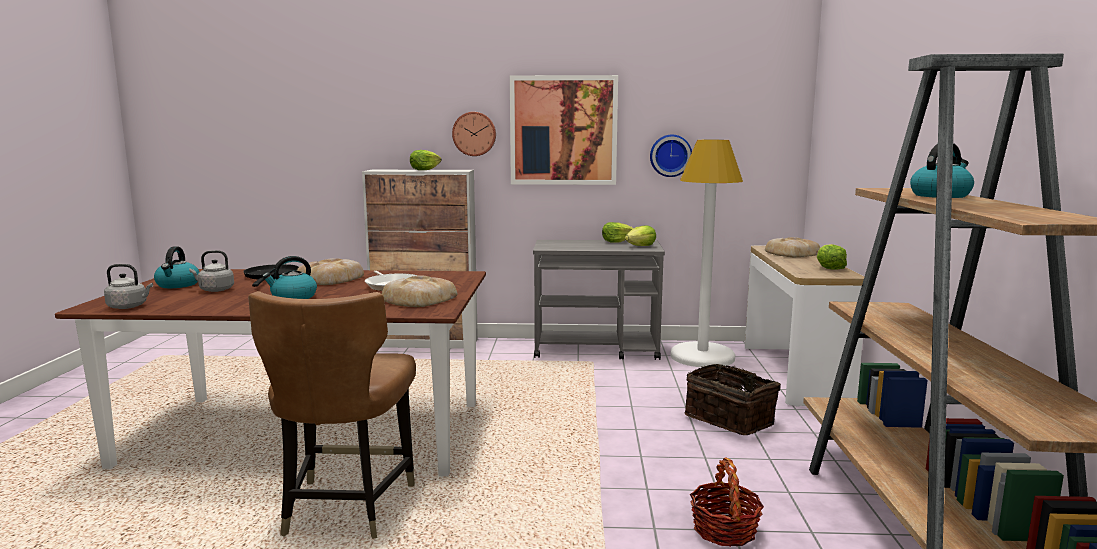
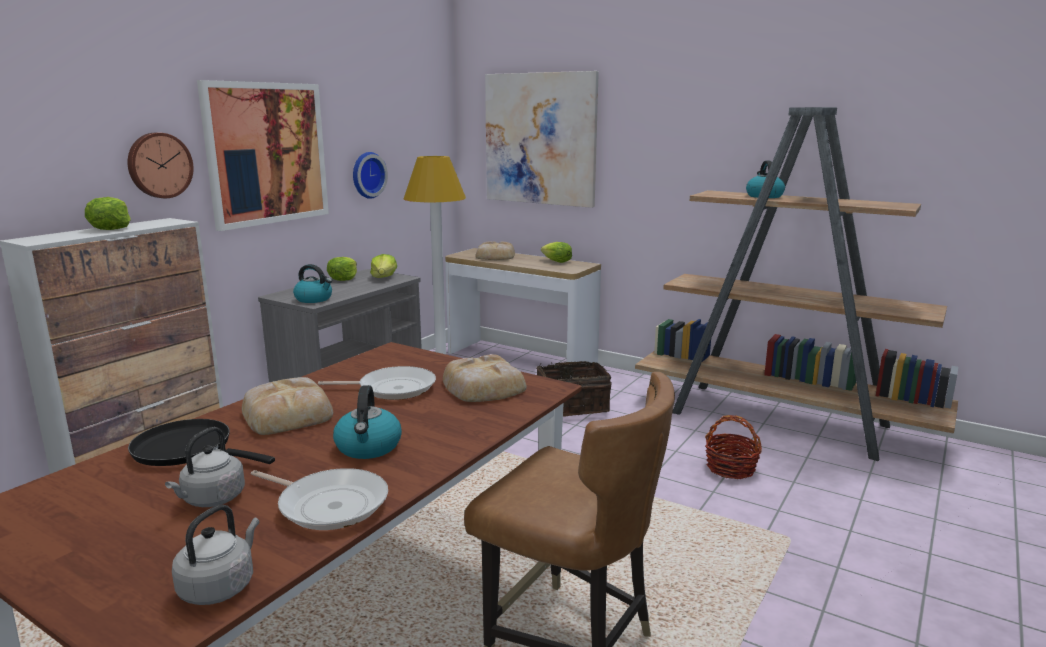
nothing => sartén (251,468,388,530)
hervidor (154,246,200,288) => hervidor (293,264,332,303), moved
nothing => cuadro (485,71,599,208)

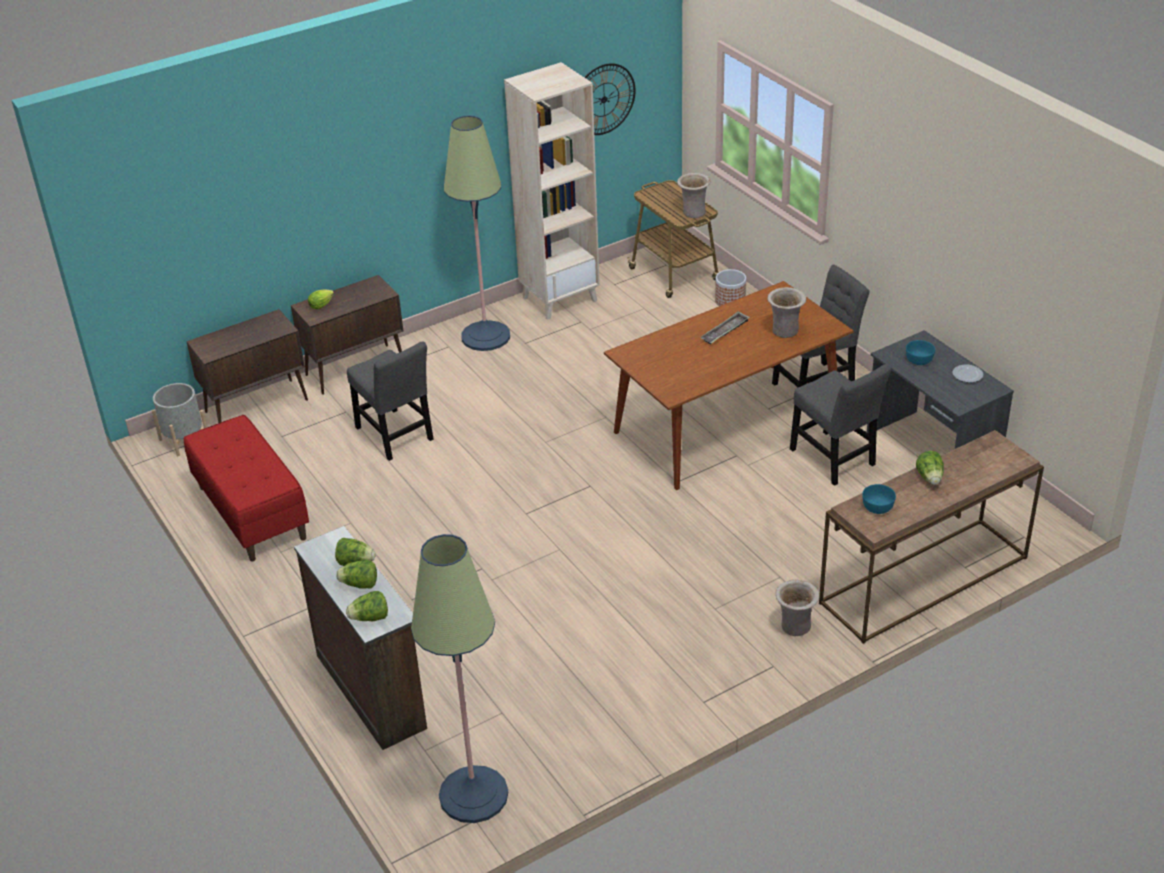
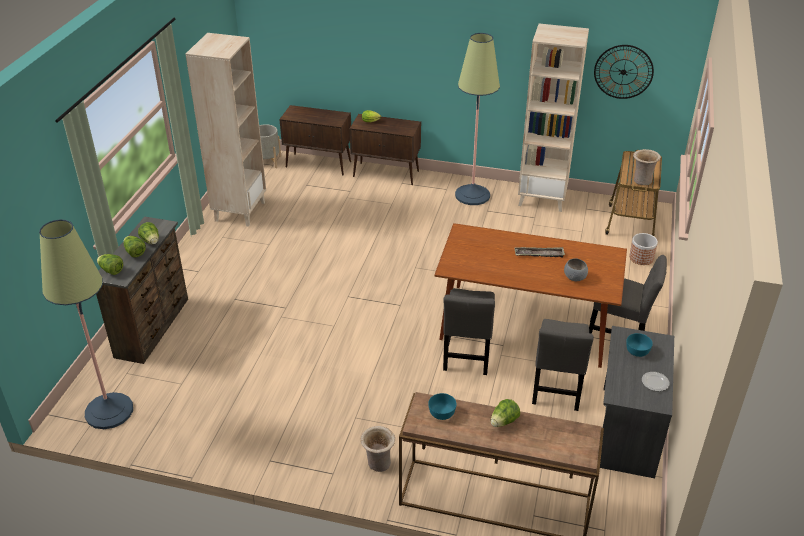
banco [rojo] (184,415,309,561) => estantería [beis] (186,33,266,227)
silla [gris] (347,342,434,461) => silla [gris] (443,288,495,375), moved
florero [beis] (767,287,806,338) => cuenco [gris] (564,258,588,281)

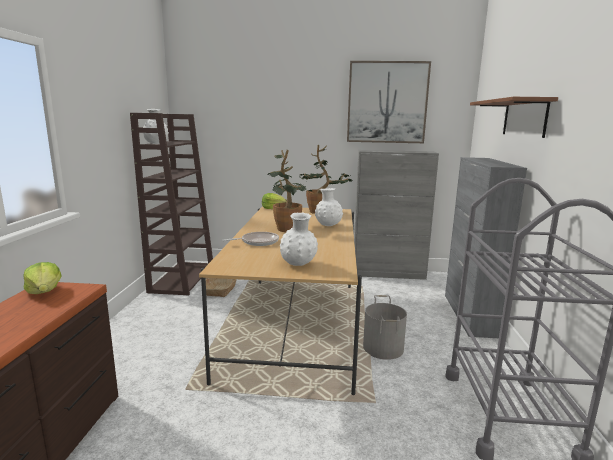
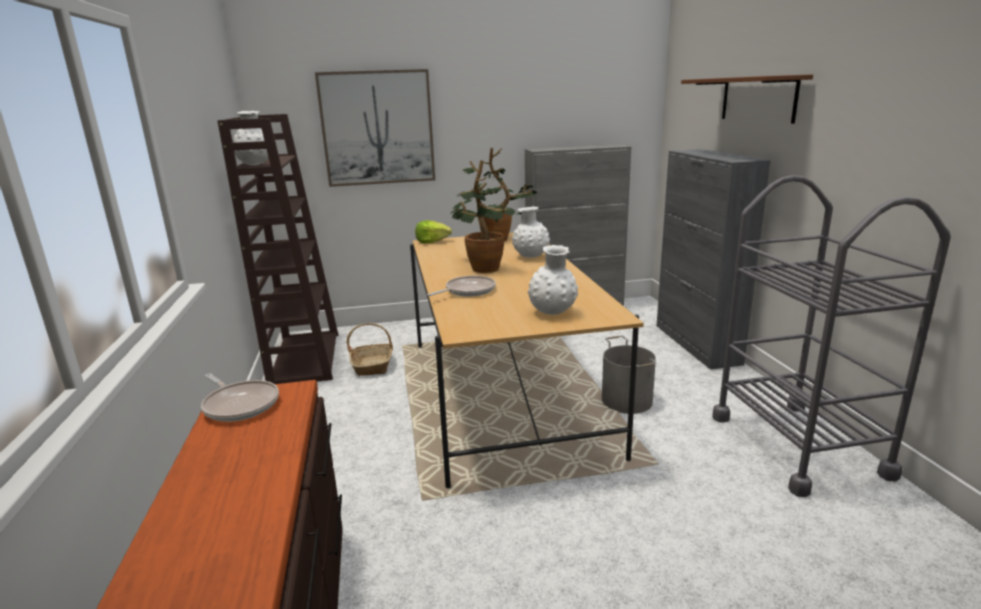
lechuga (23,262,62,294) => sartén (201,374,279,422)
cuadro (347,61,431,143) => cuadro (315,69,435,187), moved

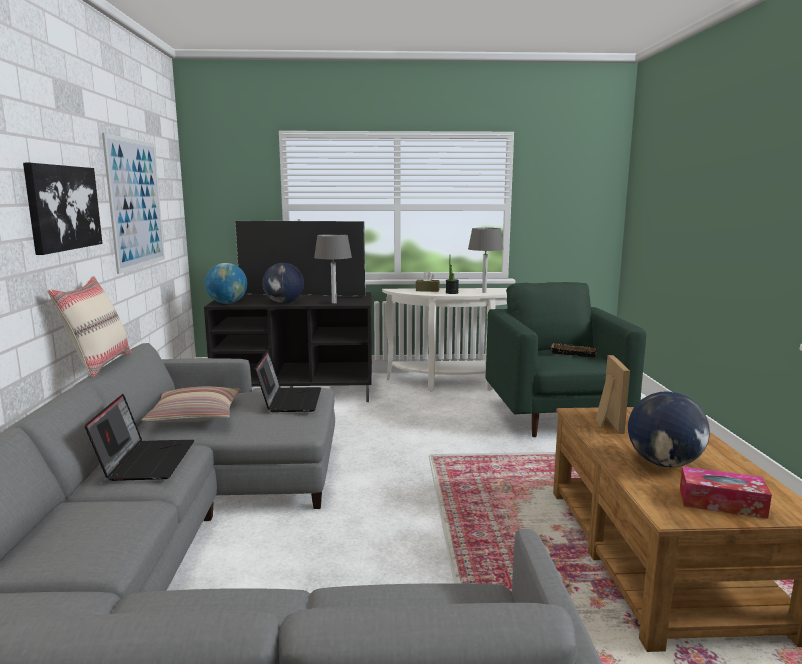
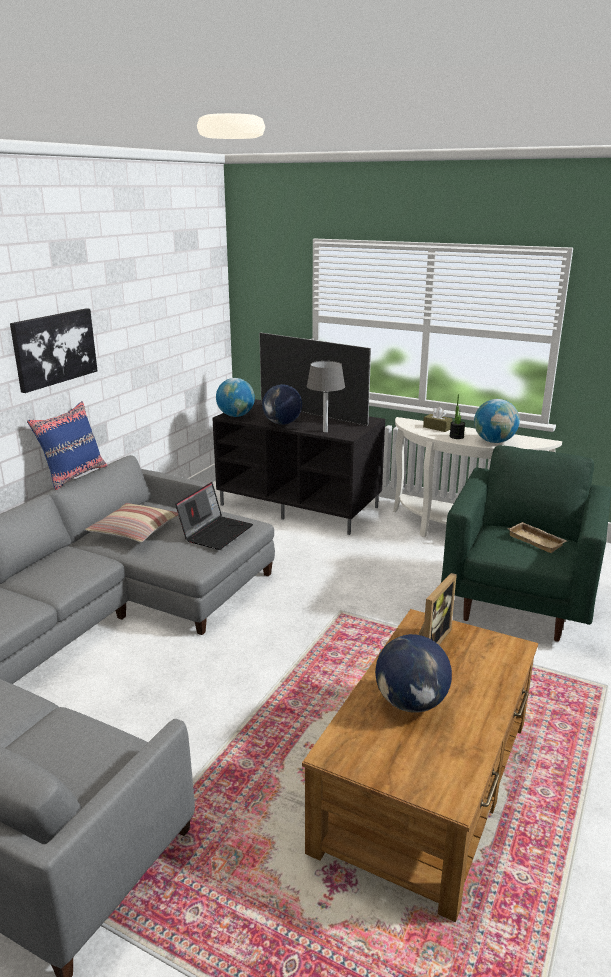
cojín [beis] (47,276,131,378) => cojín [azul] (27,401,108,490)
lámpara de mesa [gris] (468,228,504,293) => globo terráqueo (474,399,520,443)
bandeja [negro] (550,343,597,357) => bandeja [beis] (507,522,567,553)
portátil (85,394,194,481) => nothing
cuadro (102,133,165,274) => nothing
caja de pañuelos (680,466,772,519) => nothing

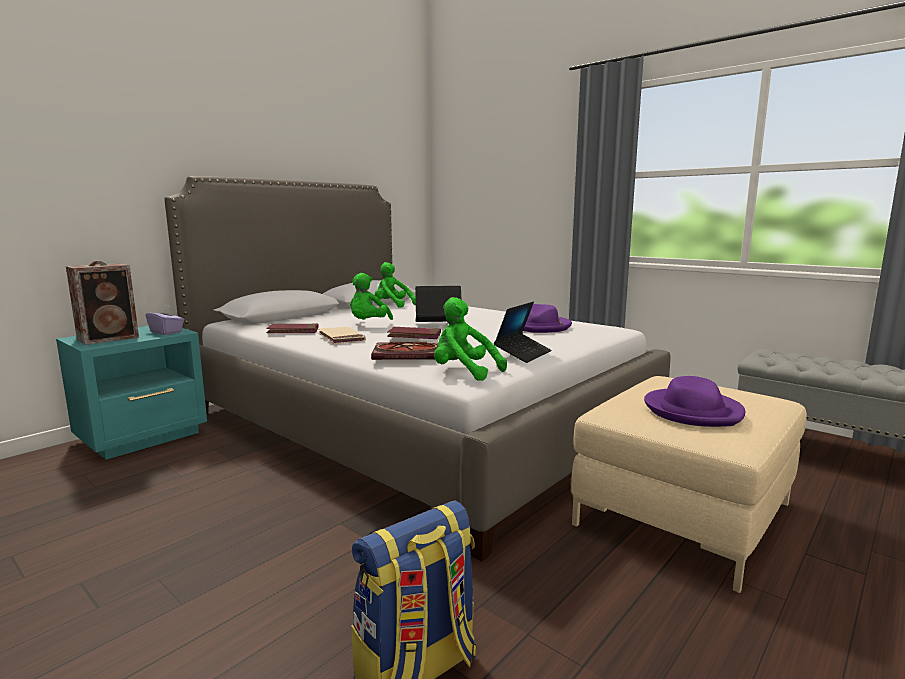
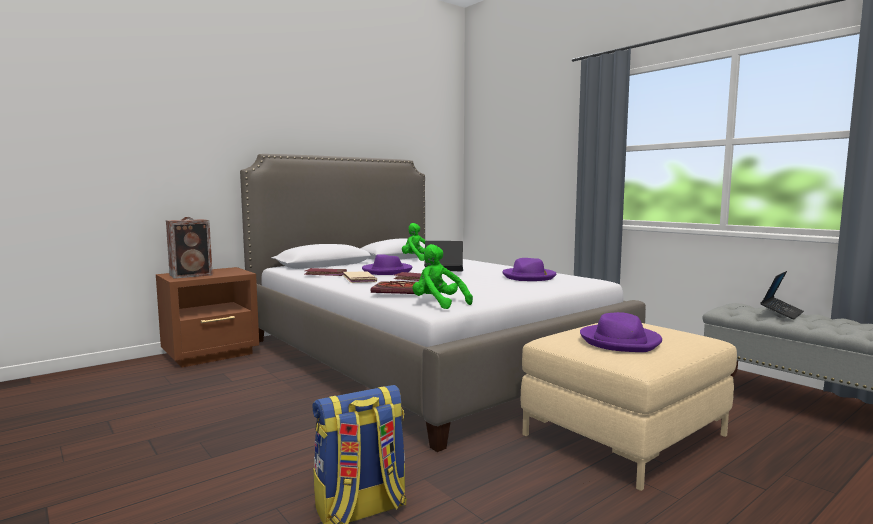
mesita de noche [turquesa] (56,326,207,460) => mesita de noche [marrón] (156,267,259,367)
peluche [verde] (350,273,393,320) => sombrero [morado] (362,254,412,275)
portátil (494,302,552,363) => portátil (761,271,804,319), moved
caja de pañuelos [morado] (146,305,184,335) => nothing

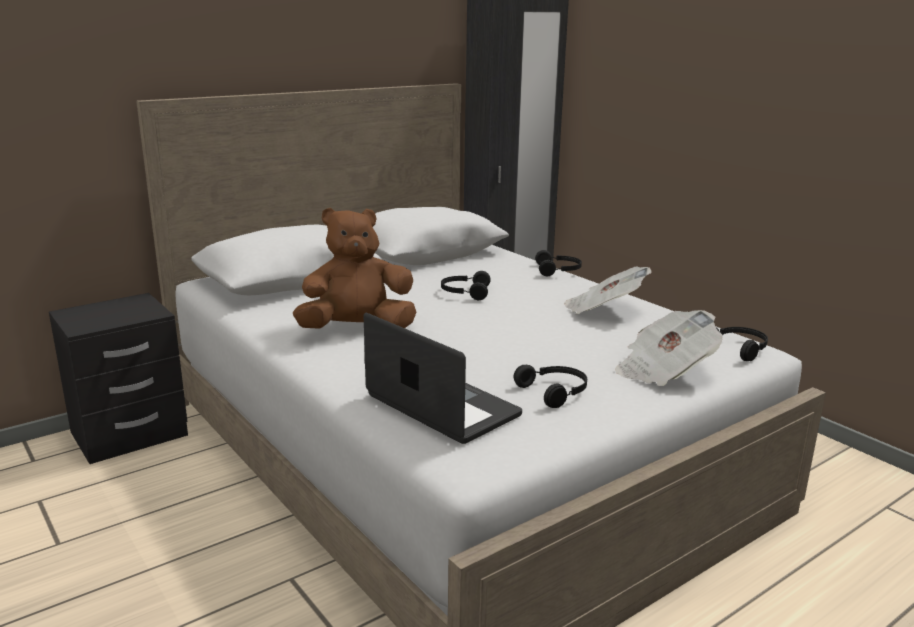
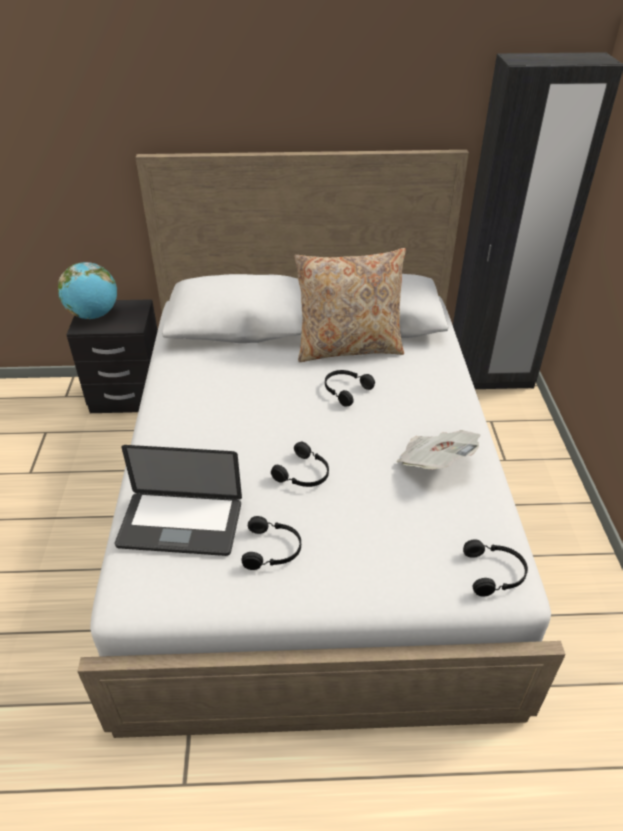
nothing => globo terráqueo (58,262,117,319)
portátil (364,313,522,444) => portátil (115,445,242,556), 105 degrees clockwise
auriculares [negro] (535,250,582,276) => auriculares [negro] (271,442,329,487), moved
nothing => cojín [beis] (294,248,406,362)
peluche [marrón] (293,208,416,329) => nothing
periódico (615,310,723,386) => nothing

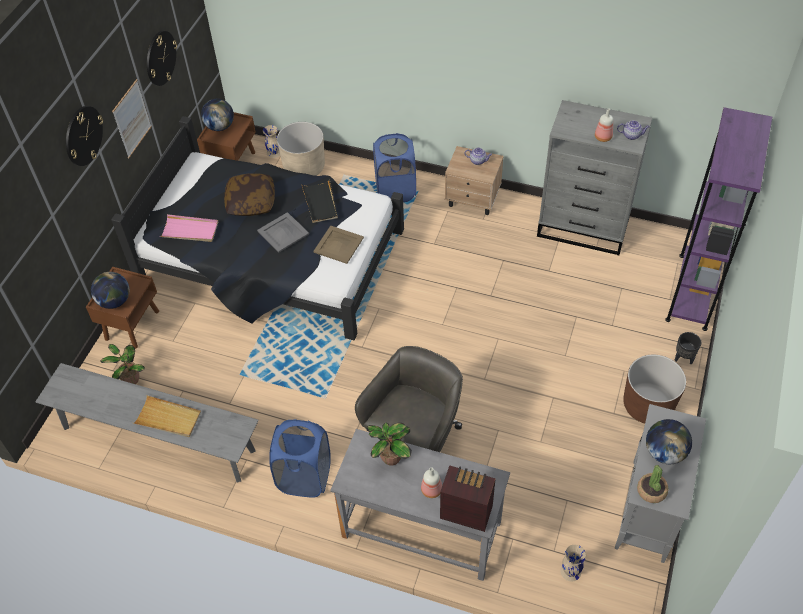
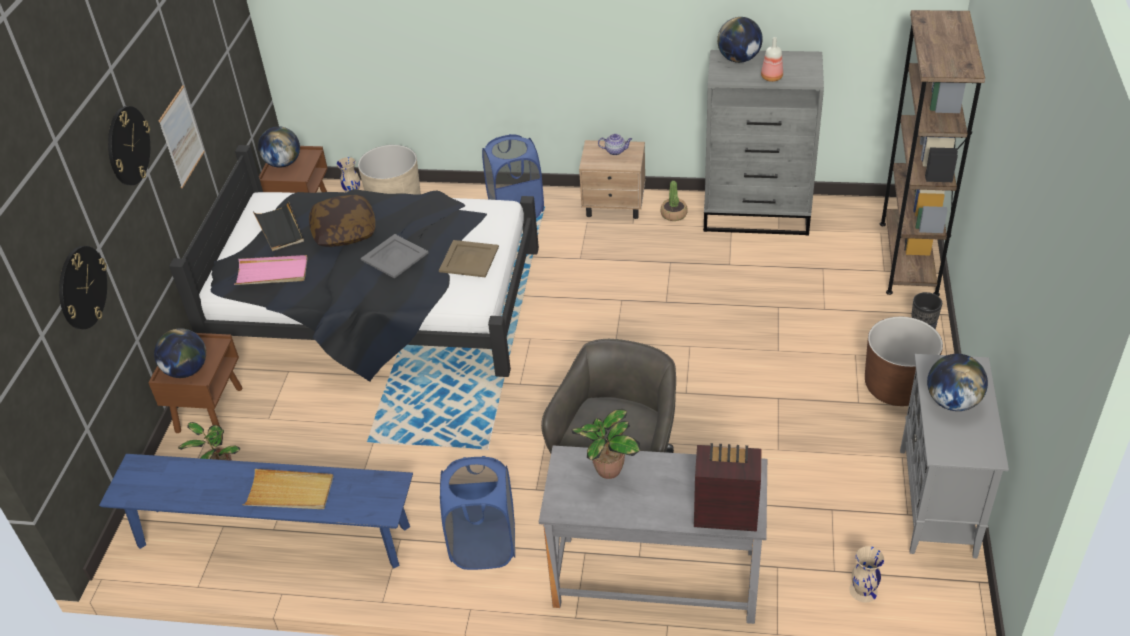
reloj de pared (147,31,177,86) => reloj de pared (59,246,107,329), moved
banco [gris] (35,363,259,483) => banco [azul] (99,454,413,568)
bandeja [negro] (301,179,338,223) => bandeja [negro] (253,201,304,251), moved
planta en maceta (637,465,668,503) => planta en maceta (661,181,688,221), moved
nothing => globo terráqueo (717,17,763,63)
estantería [morado] (665,107,772,331) => estantería [marrón] (880,10,985,296)
botella (421,467,442,498) => nothing
tetera (617,120,650,140) => nothing

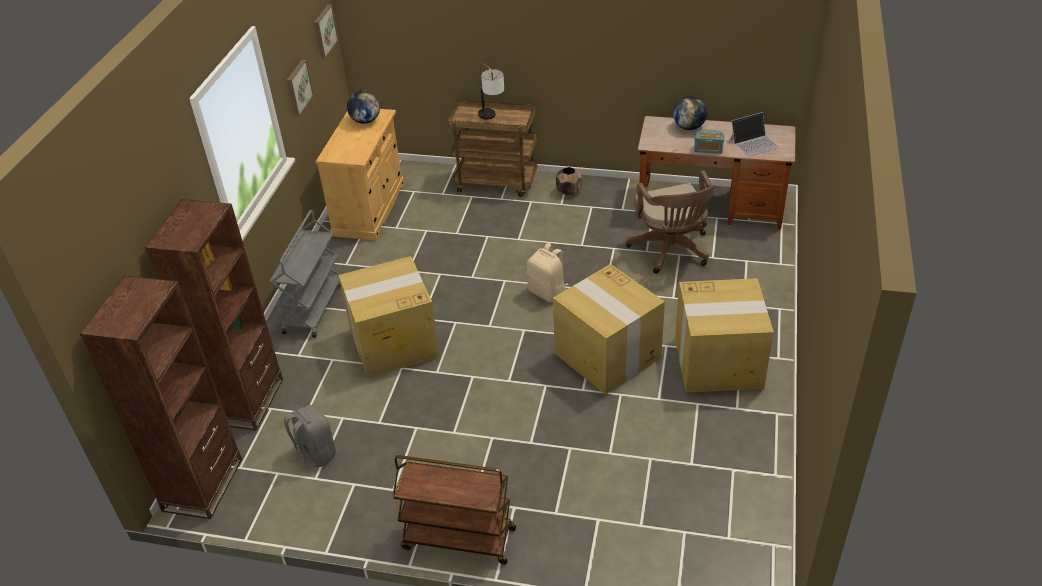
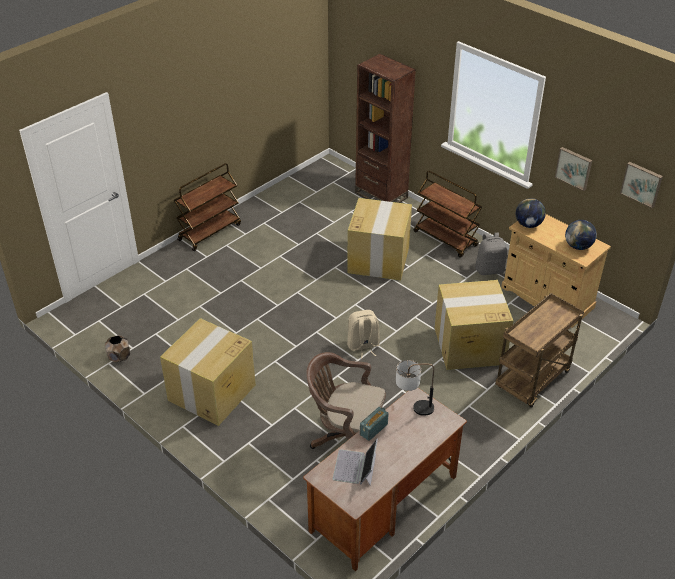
maceta [marrón] (556,167,582,196) => maceta [marrón] (105,335,130,363), moved
lámpara de mesa (478,63,504,120) => lámpara de mesa (396,360,434,416), moved
carrito [gris] (270,210,341,338) => carrito [marrón] (413,170,482,258)
caja de cartón (553,264,665,395) => caja de cartón (435,280,513,370), moved
mochila [gris] (284,405,336,472) => mochila [gris] (475,233,507,275), moved
globo terráqueo (673,96,707,130) => globo terráqueo (516,198,546,228), moved
estantería [marrón] (80,276,242,519) => nothing

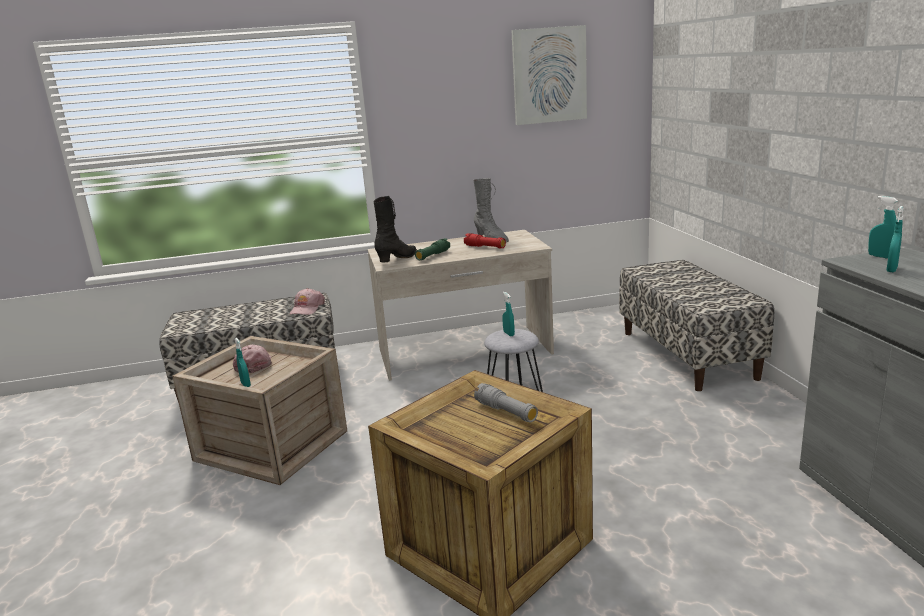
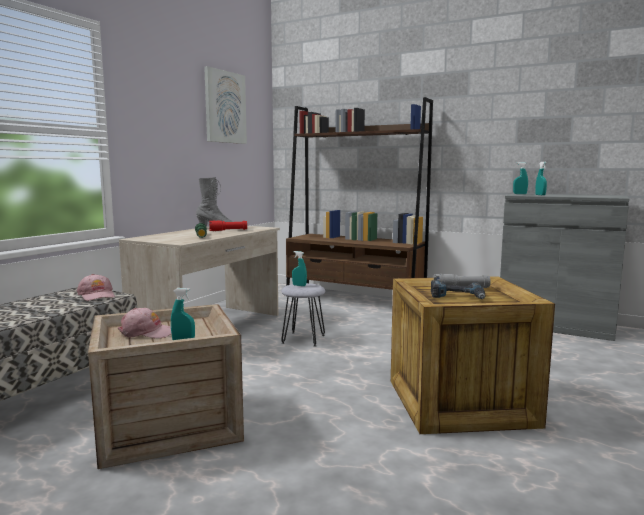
gorra [rosa] (233,345,272,373) => gorra [rosa] (118,308,171,338), 150 degrees clockwise
banco (619,260,774,391) => estantería [marrón] (286,97,433,290)
nothing => taladro (431,280,485,299)
bota [negro] (374,196,417,262) => nothing

